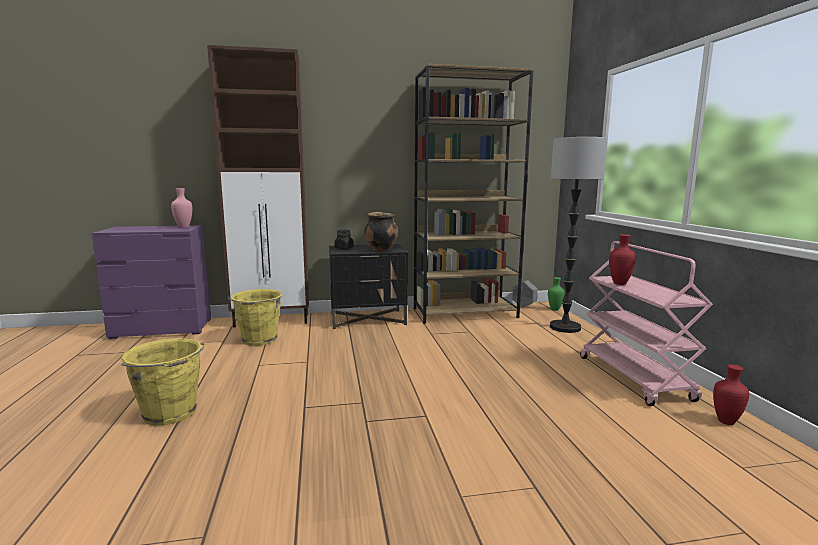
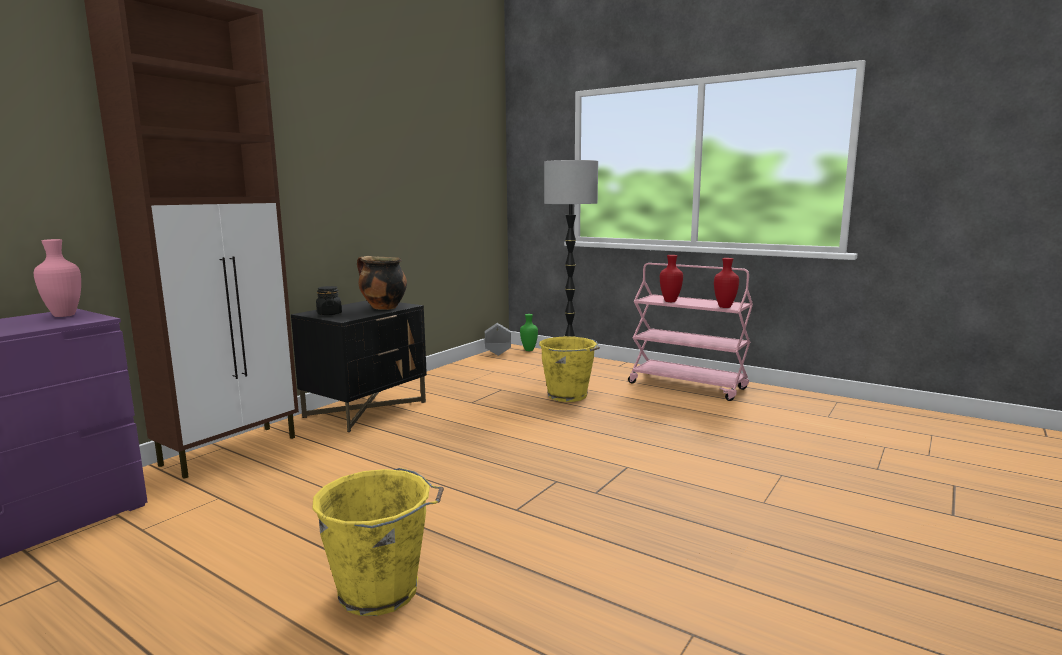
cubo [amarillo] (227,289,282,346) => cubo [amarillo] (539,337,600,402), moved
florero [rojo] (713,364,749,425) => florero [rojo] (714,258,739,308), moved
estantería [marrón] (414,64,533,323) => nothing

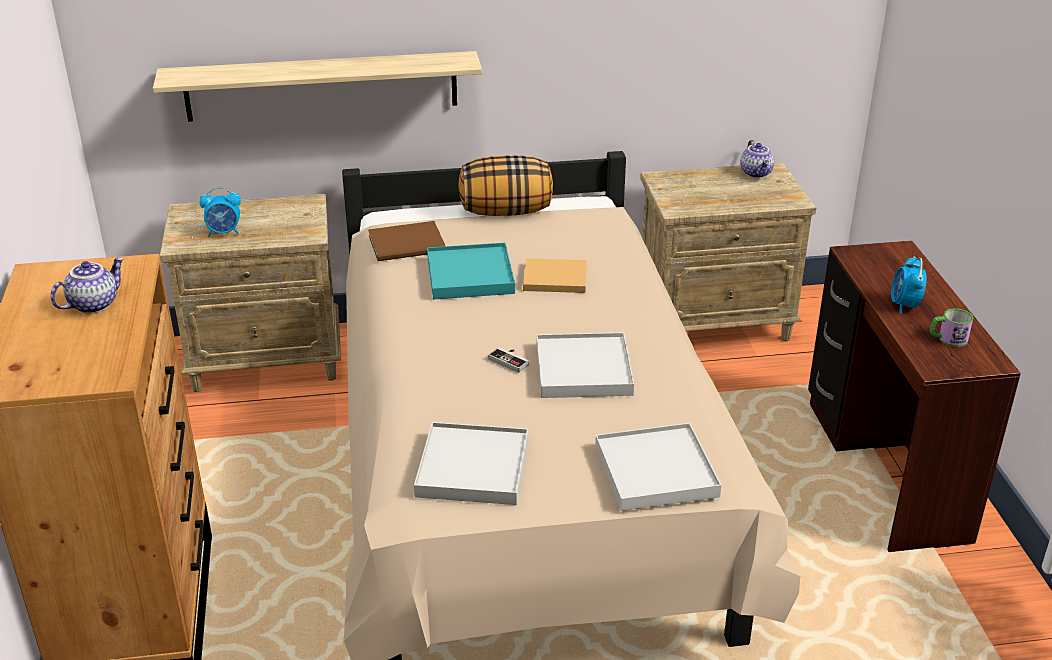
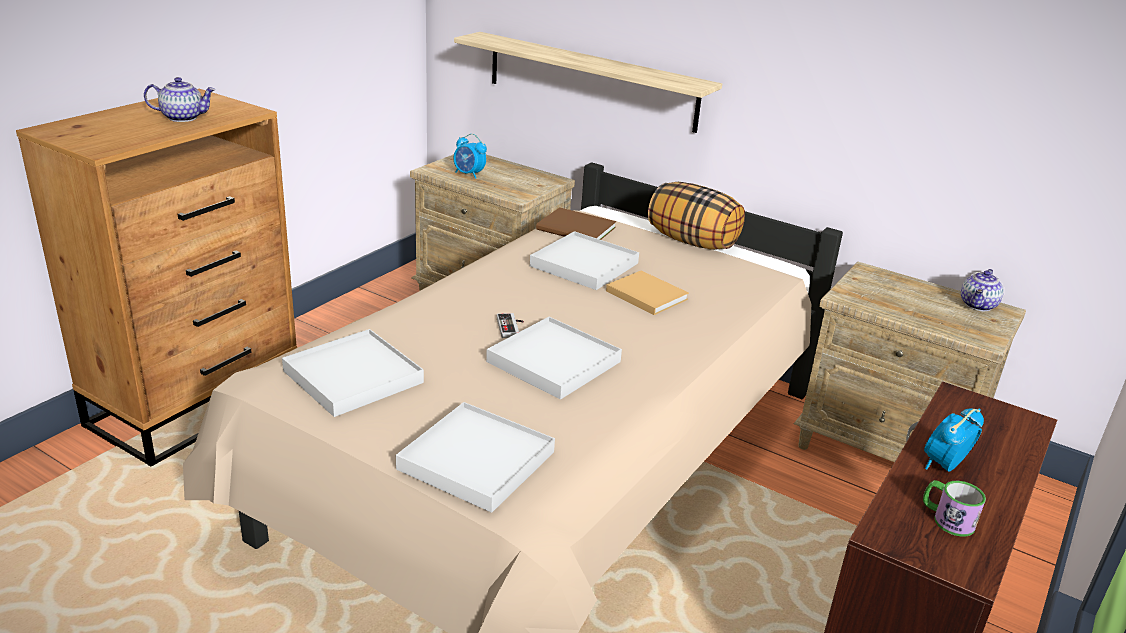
bandeja [turquesa] (427,243,515,299) => bandeja [blanco] (530,231,639,290)

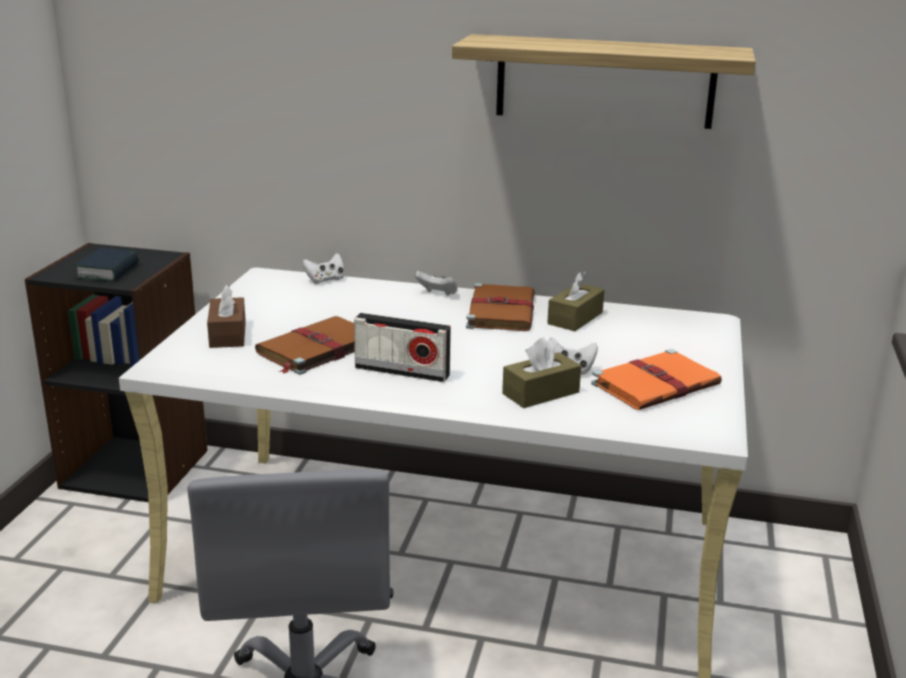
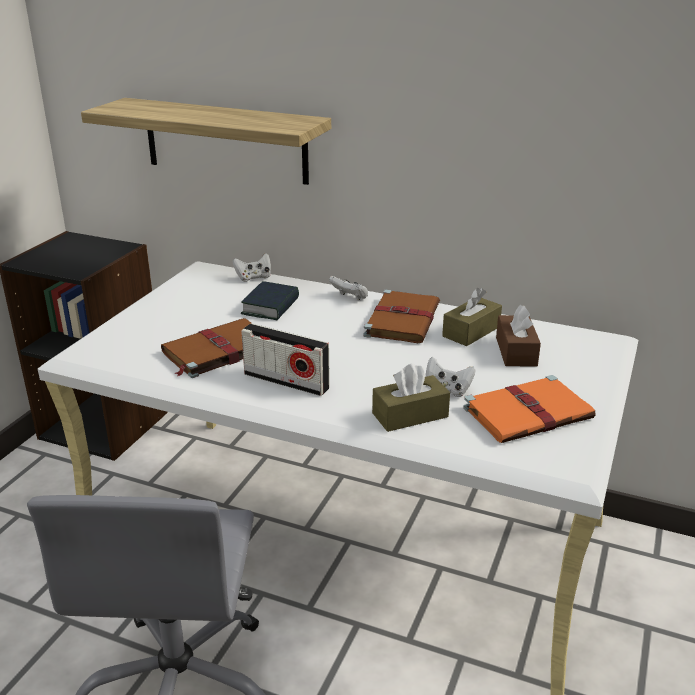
estante (452,34,756,129) => estante (81,98,331,185), moved
libro (75,248,139,282) => libro (241,281,299,320), moved
caja de pañuelos [marrón] (207,284,246,348) => caja de pañuelos [marrón] (496,305,541,366), moved

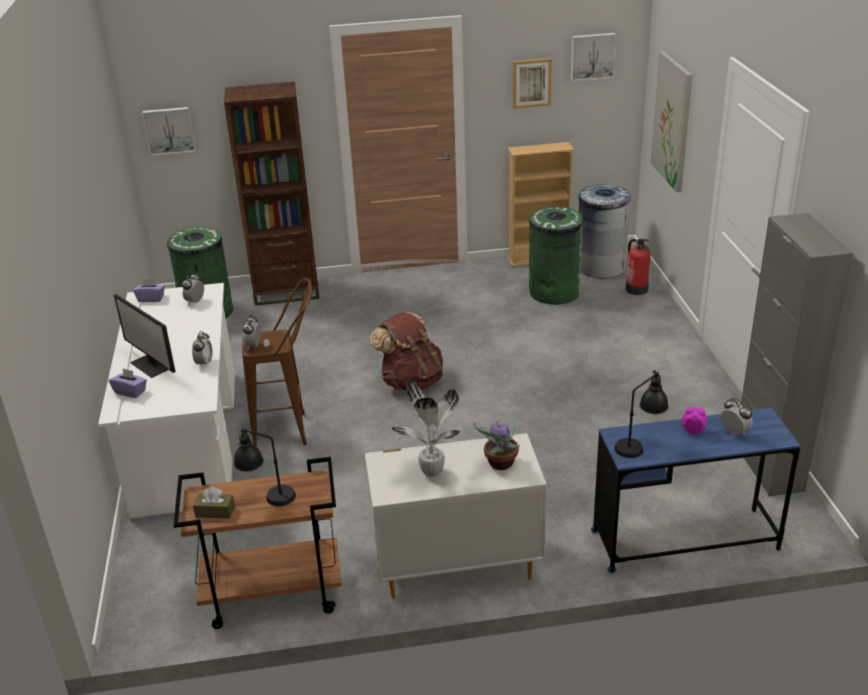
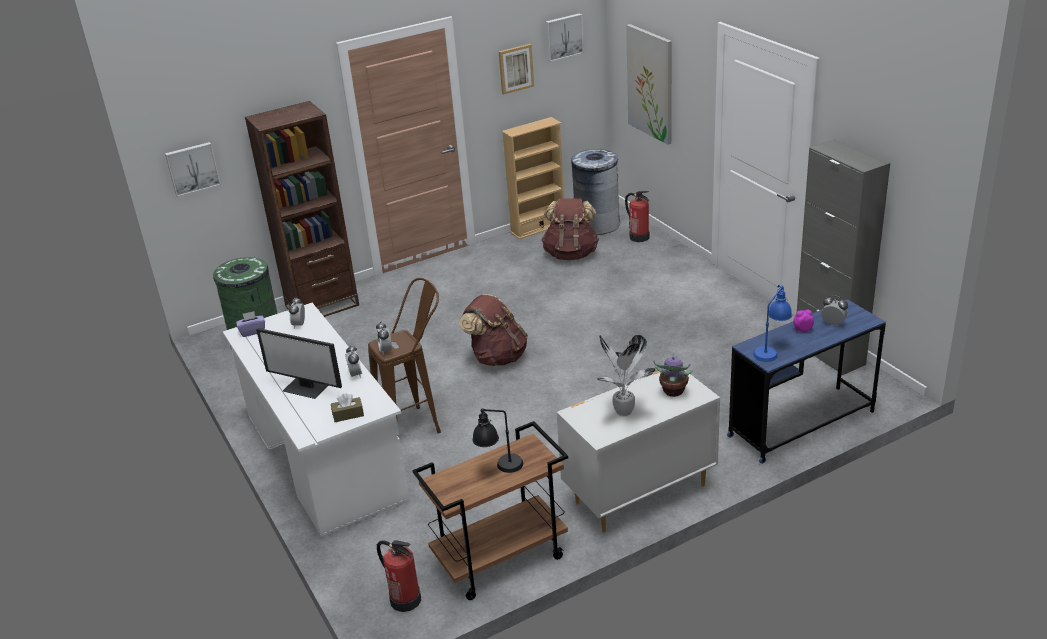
caja de pañuelos [marrón] (193,487,235,519) => caja de pañuelos [marrón] (331,393,364,422), moved
nothing => extintor (377,540,421,612)
papelera [verde] (529,207,583,304) => mochila [marrón] (541,198,599,260)
lámpara de mesa [negro] (614,370,669,458) => lámpara de mesa [azul] (753,285,792,362)
caja de pañuelos [morado] (109,368,147,398) => nothing

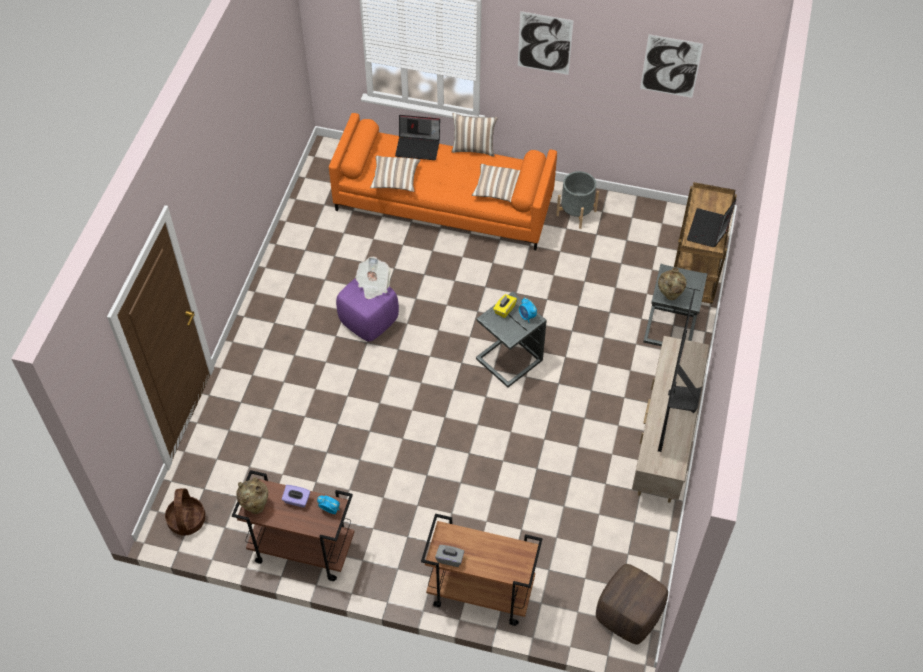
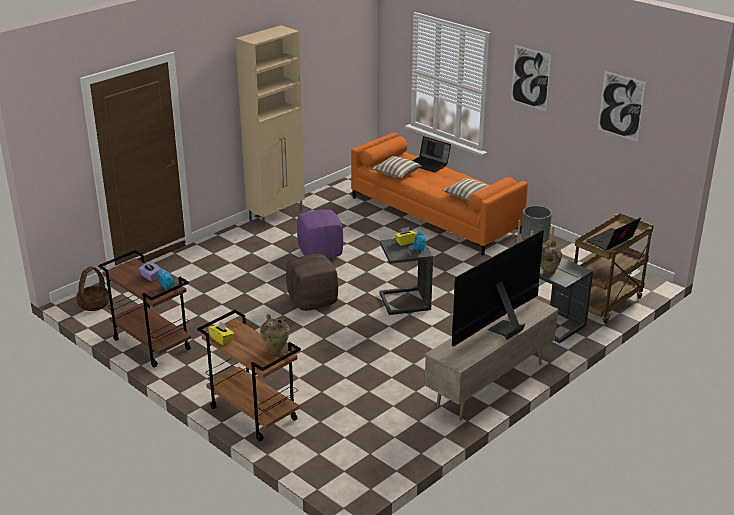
caja de pañuelos [gris] (435,545,464,567) => caja de pañuelos [amarillo] (208,322,234,345)
nothing => armario [beis] (235,25,305,227)
florero [beis] (236,477,268,514) => florero [beis] (260,314,290,354), moved
puf [marrón] (596,564,668,645) => puf [marrón] (286,254,338,311), moved
periódico (355,257,391,299) => nothing
cojín (452,113,498,157) => nothing

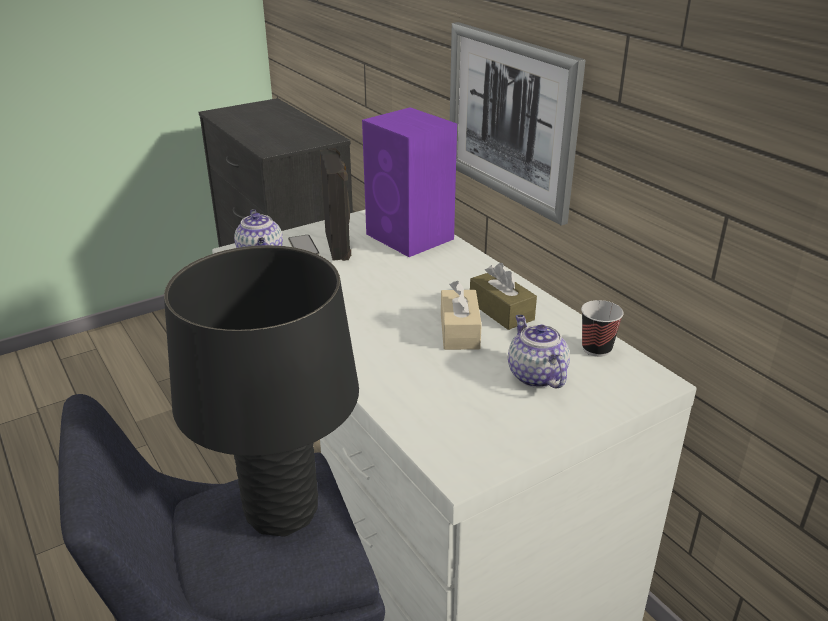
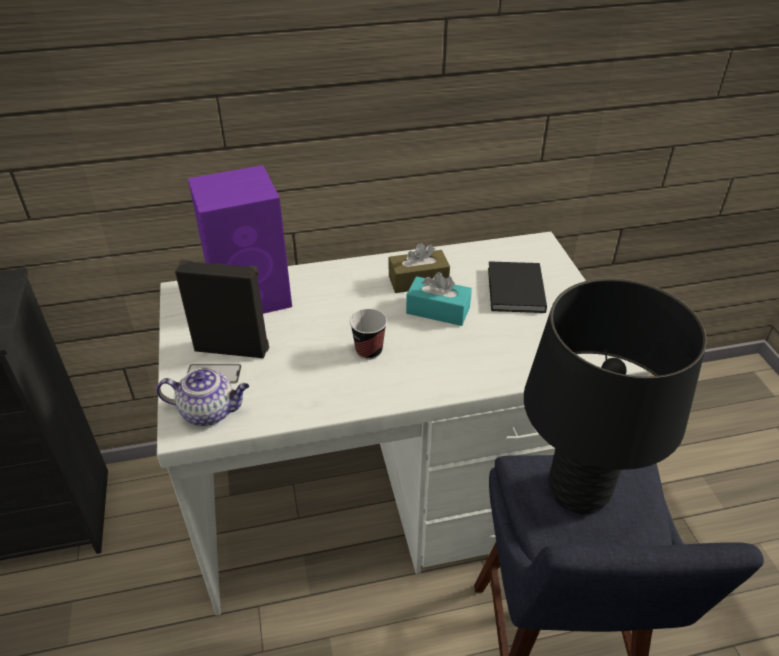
taza (581,300,624,357) => taza (350,309,387,360), moved
caja de pañuelos [beis] (441,281,482,350) => caja de pañuelos [turquesa] (406,272,472,326)
tetera (508,315,570,388) => libro [negro] (488,261,547,313)
cuadro (450,22,585,226) => nothing

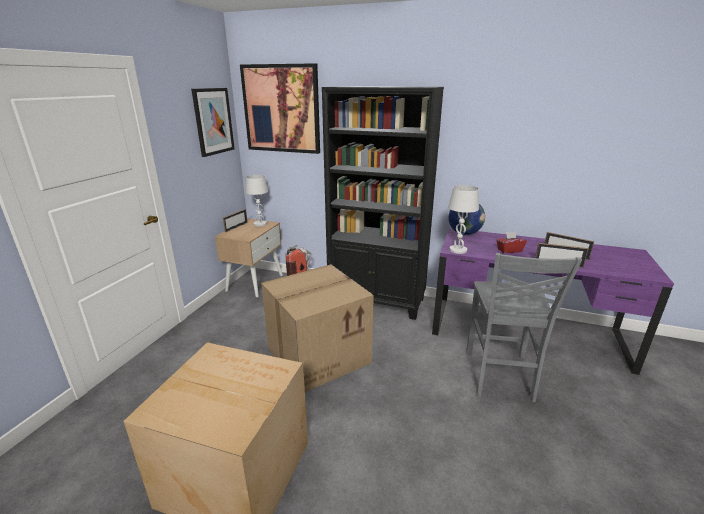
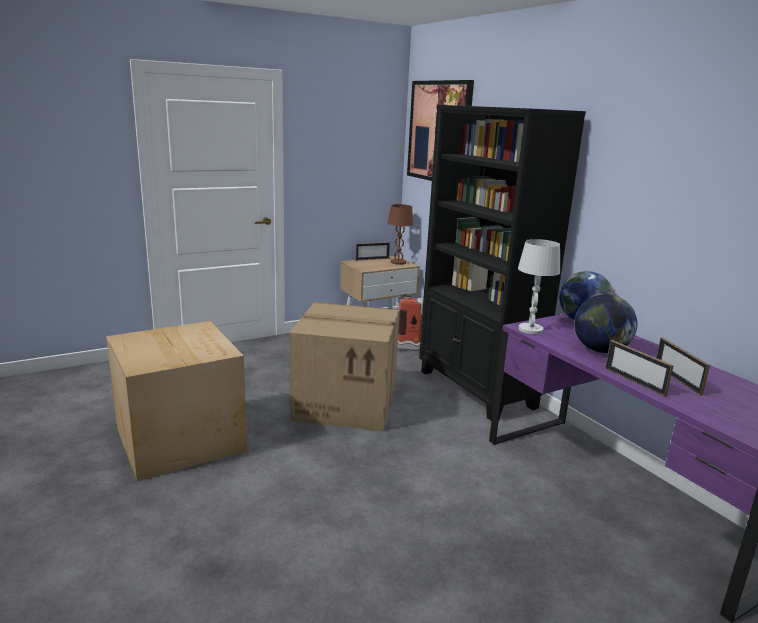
lámpara de mesa [blanco] (246,175,268,226) => lámpara de mesa [marrón] (388,204,414,265)
caja de pañuelos [rojo] (496,232,527,253) => globo terráqueo (574,294,637,353)
cuadro (191,88,235,157) => nothing
silla [gris] (467,253,582,402) => nothing

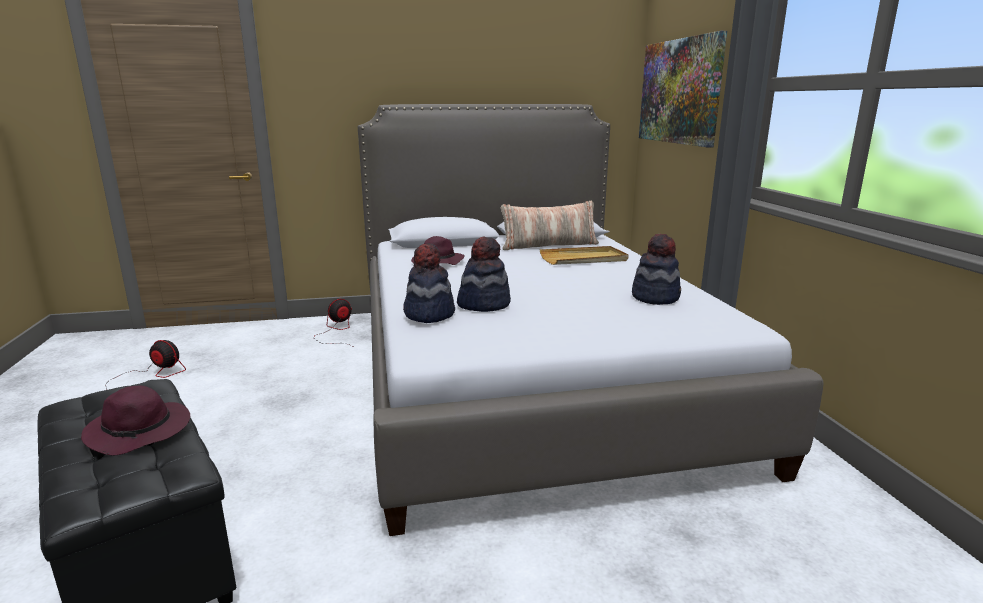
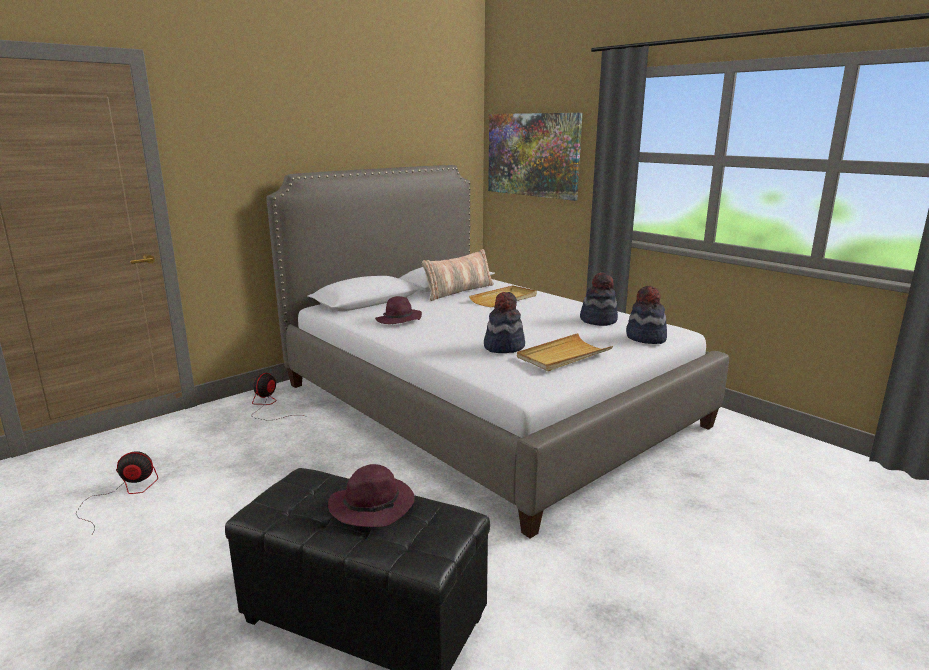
nothing => bandeja [beis] (517,333,613,371)
sombrero (403,243,455,323) => sombrero (626,286,667,344), moved

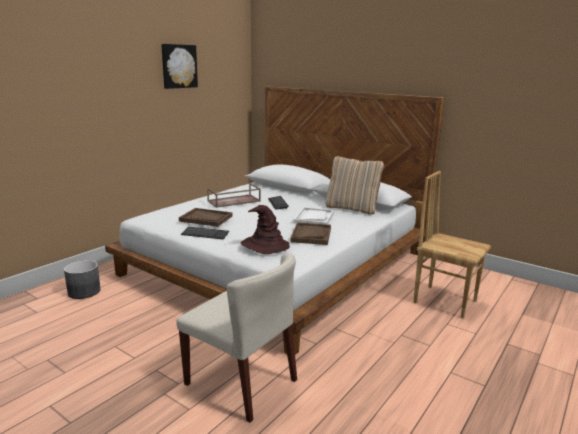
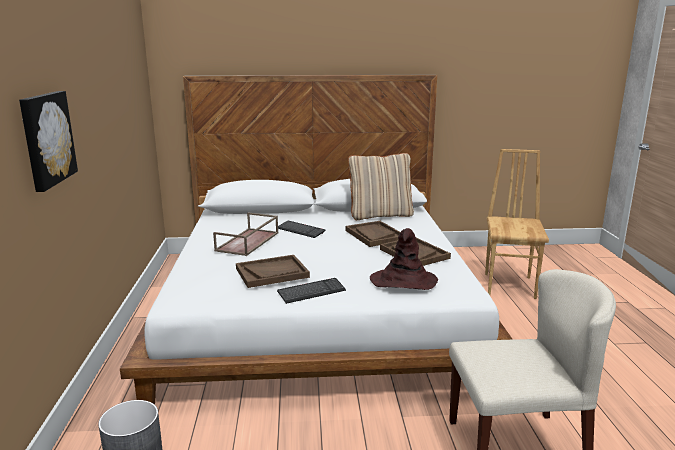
cuadro (161,44,198,89) => cuadro (19,91,78,192), moved
bandeja [blanco] (294,207,334,225) => bandeja [marrón] (345,221,400,247)
silla [marrón] (413,171,491,319) => silla [marrón] (485,149,549,299), 105 degrees clockwise

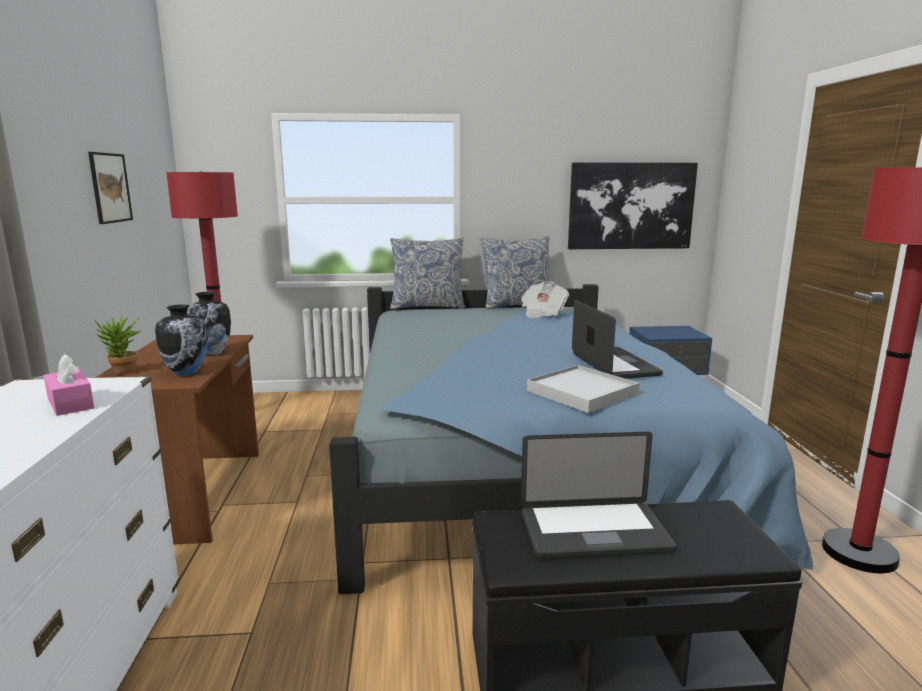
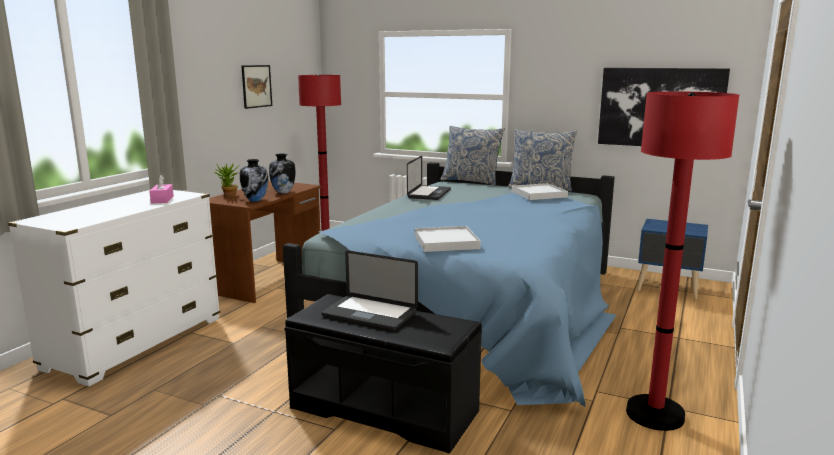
portátil (572,300,663,379) => portátil (407,156,451,200), moved
periódico (521,281,569,318) => bandeja [blanco] (512,183,568,200)

